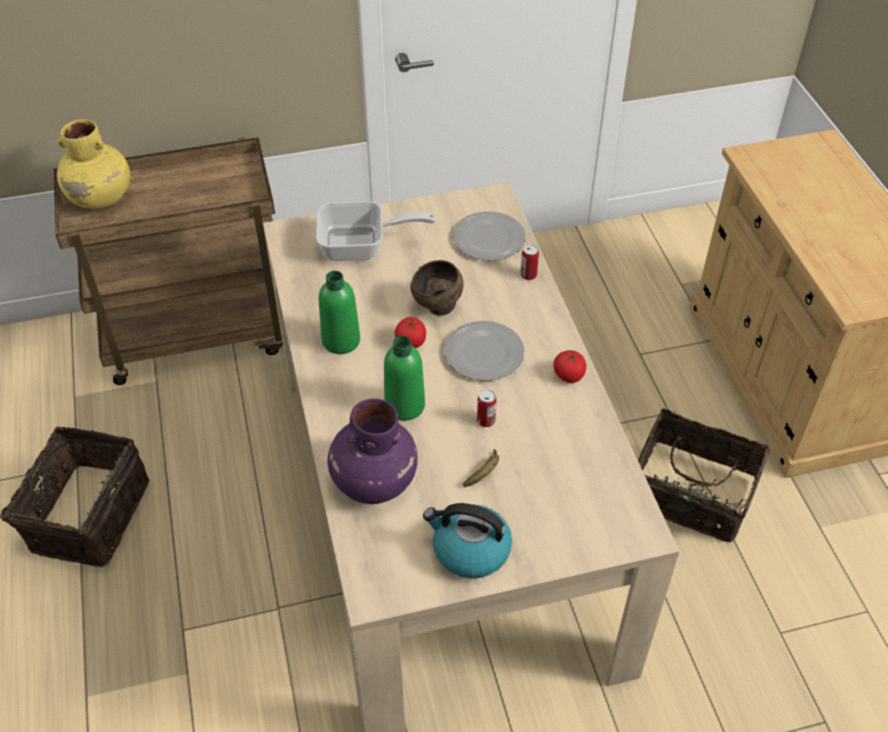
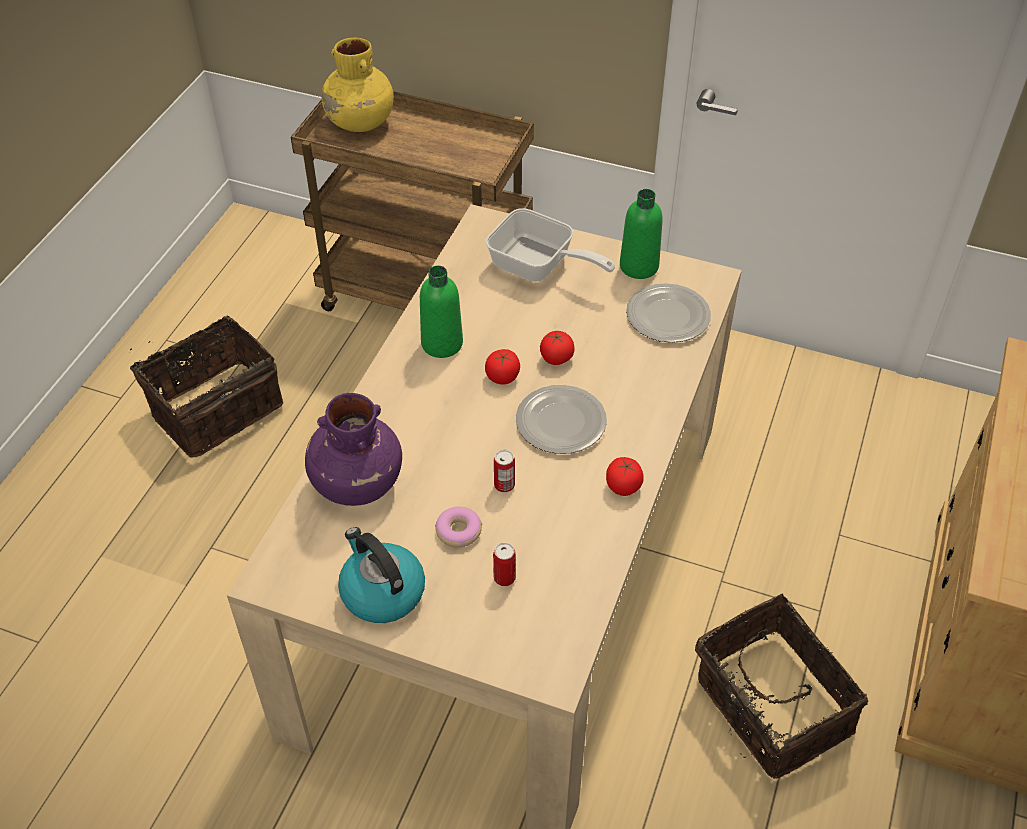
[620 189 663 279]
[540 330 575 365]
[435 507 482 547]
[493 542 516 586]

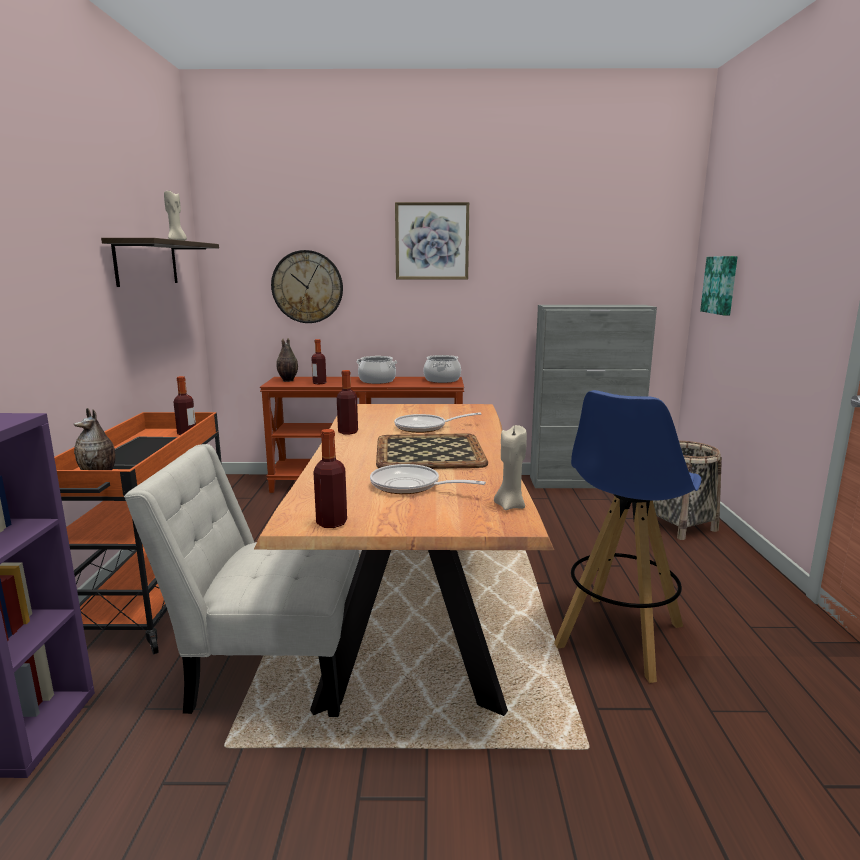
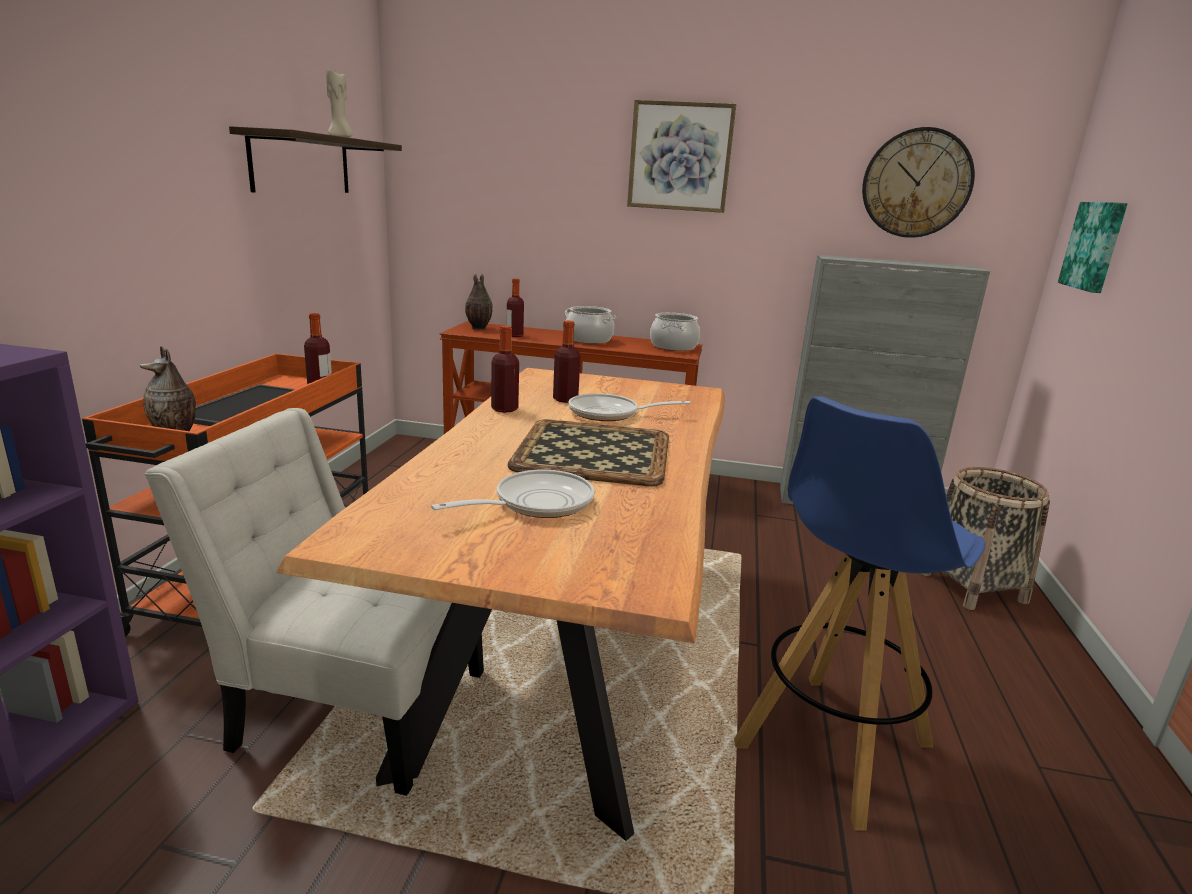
[862 127 975 238]
[553 321 580 403]
[431 470 594 518]
[494 425 527 510] (first image)

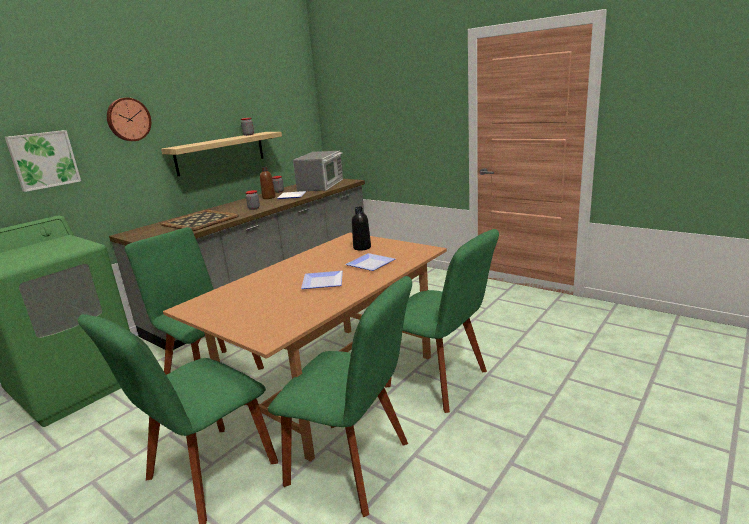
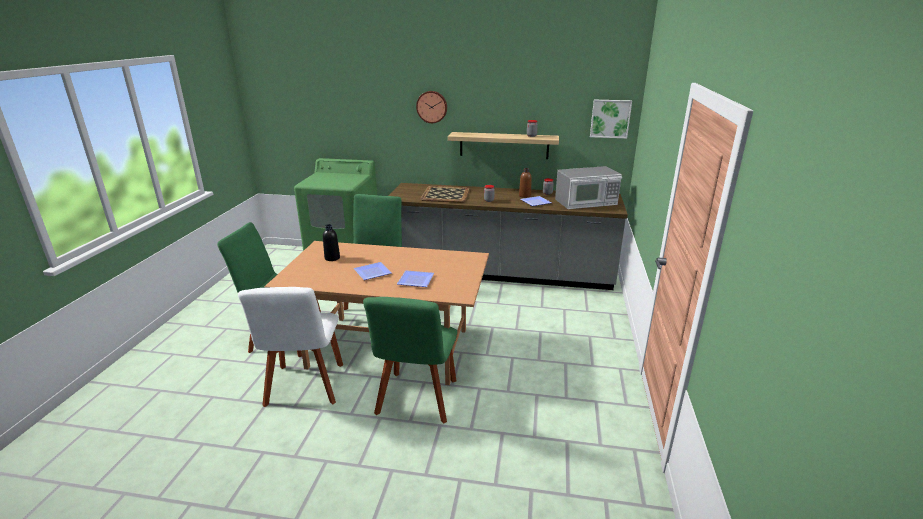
[590 100 632 139]
[238 287 343 407]
[323 224 340 261]

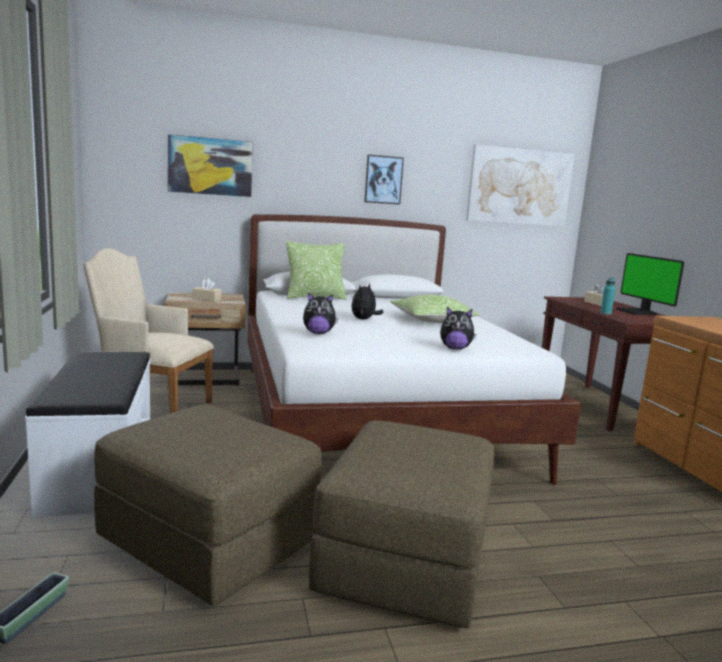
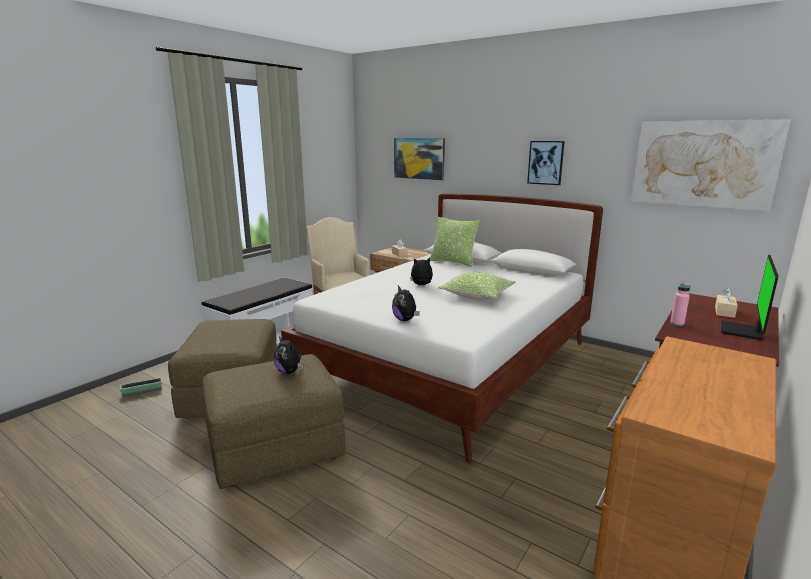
[274 336 303 374]
[670 283 690 326]

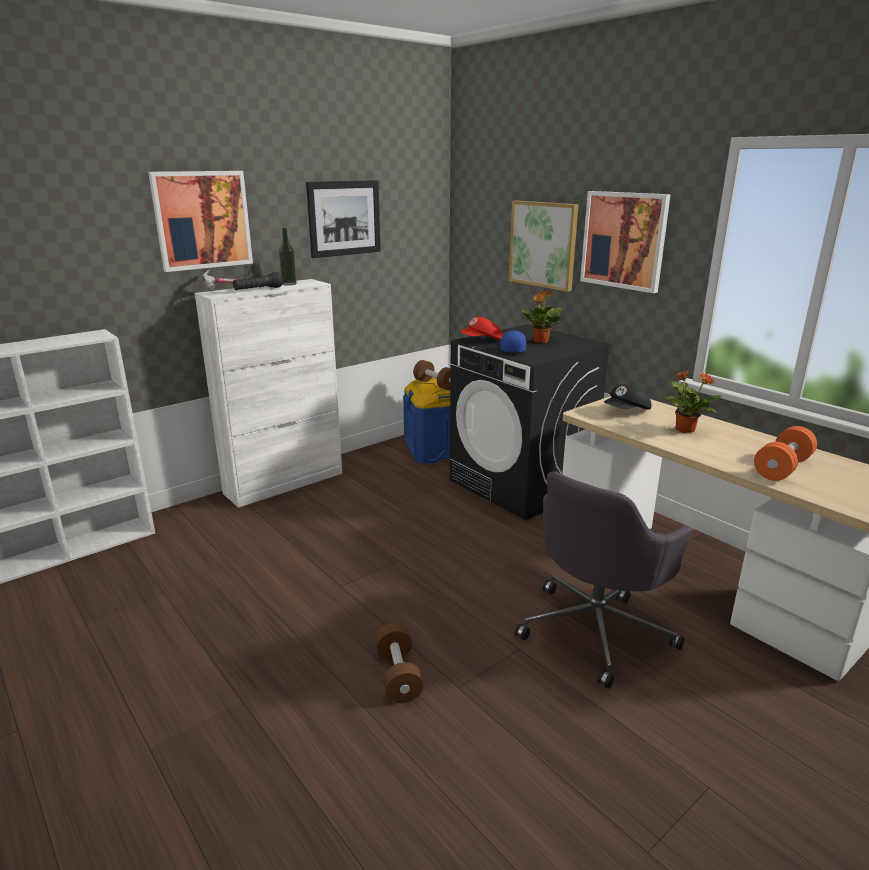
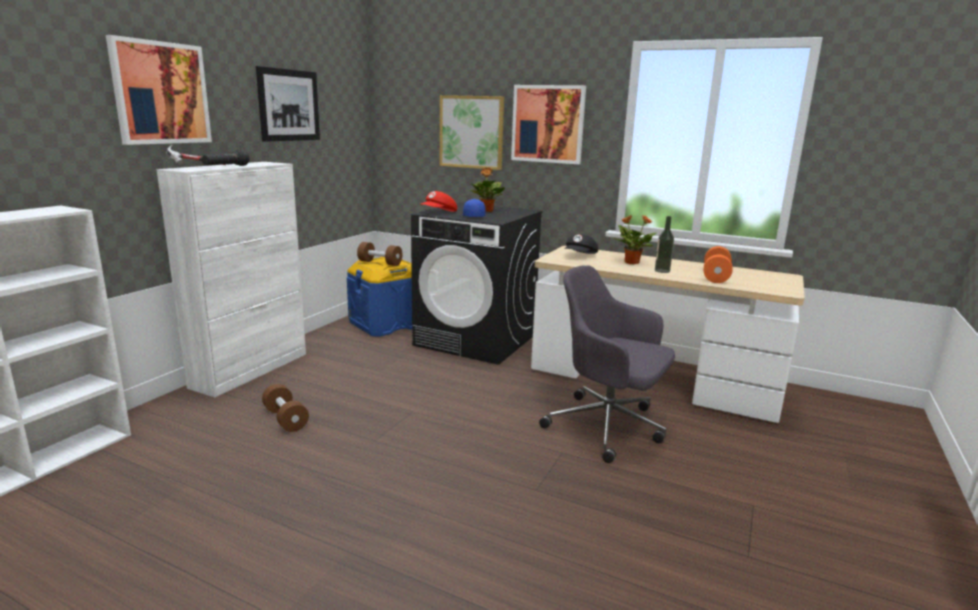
[655 216 674 273]
[262 384 309 432]
[539 265 675 463]

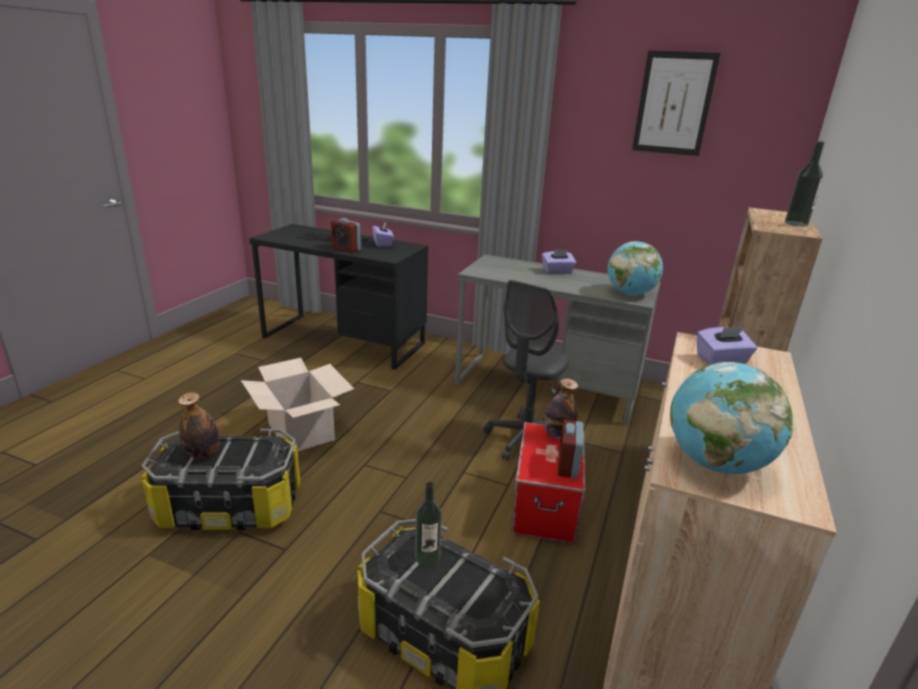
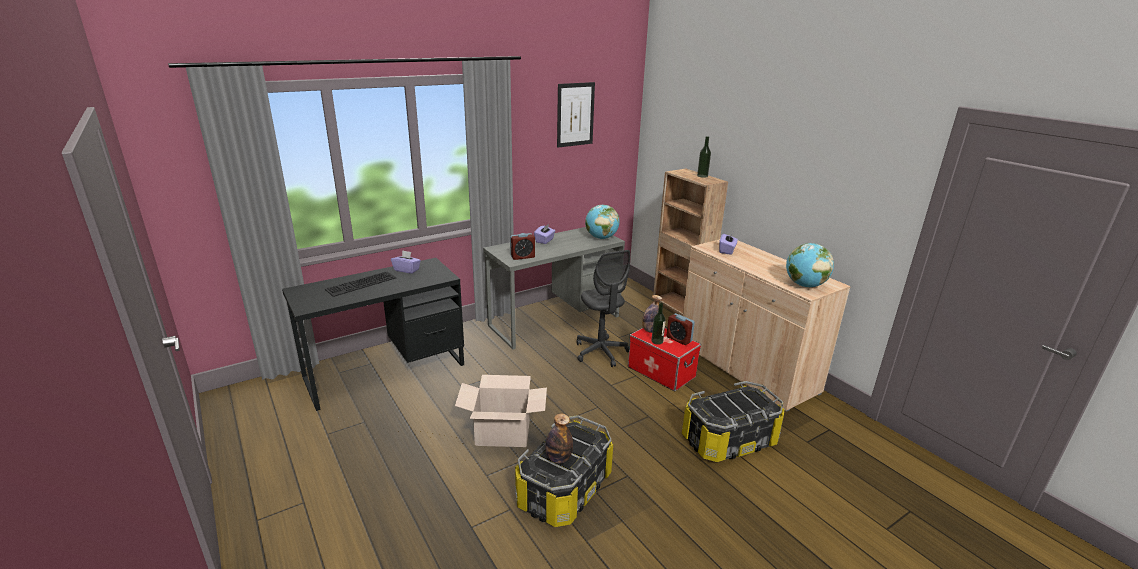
[510 233 535 260]
[651 303 666 345]

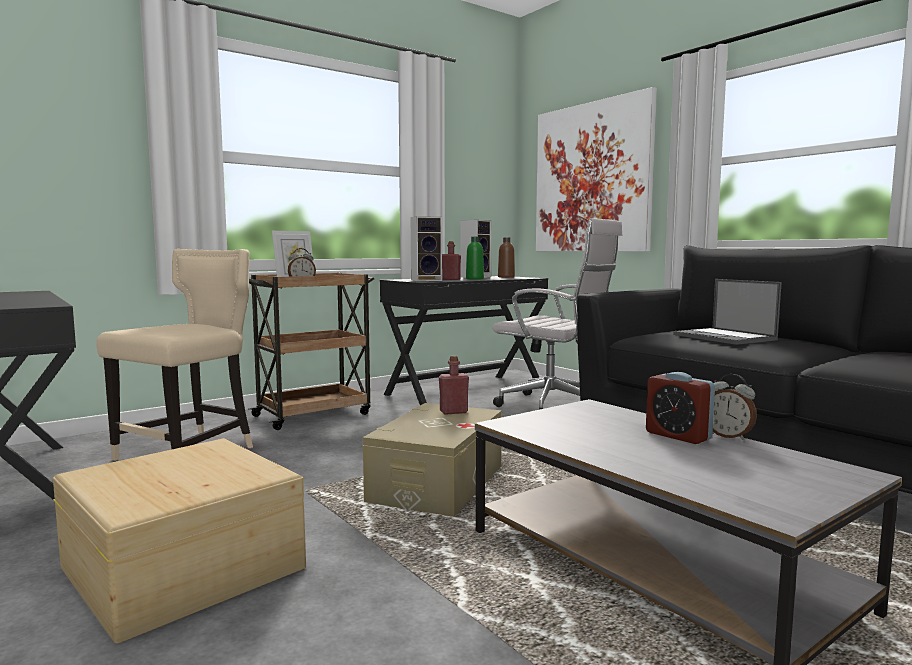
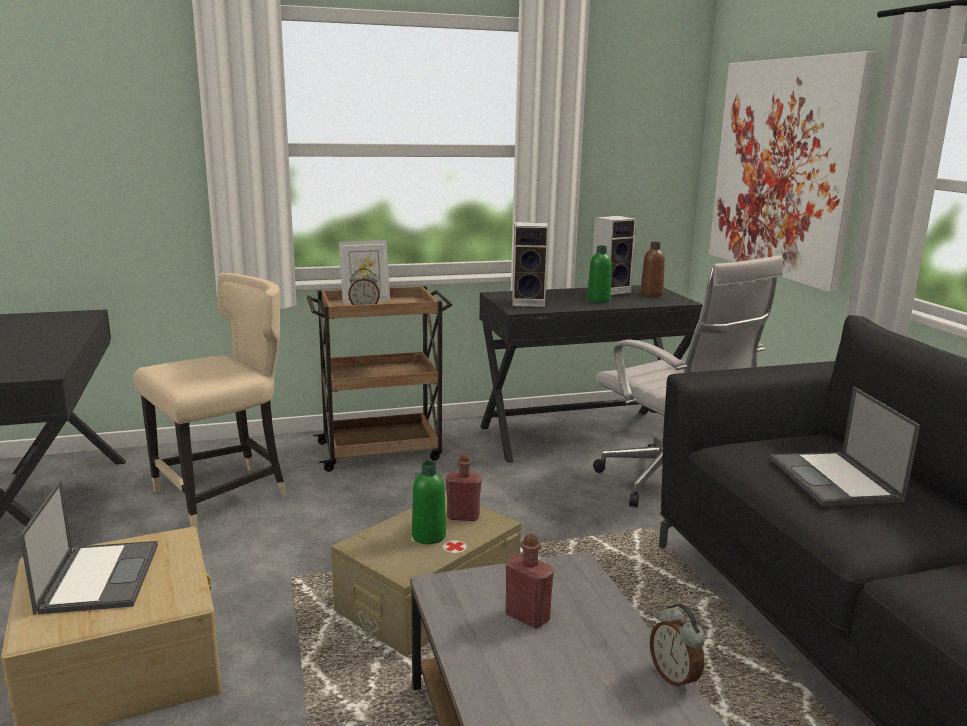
[505 533 554 629]
[646 372 715 444] (first image)
[19 480 158 615]
[412 461 446 544]

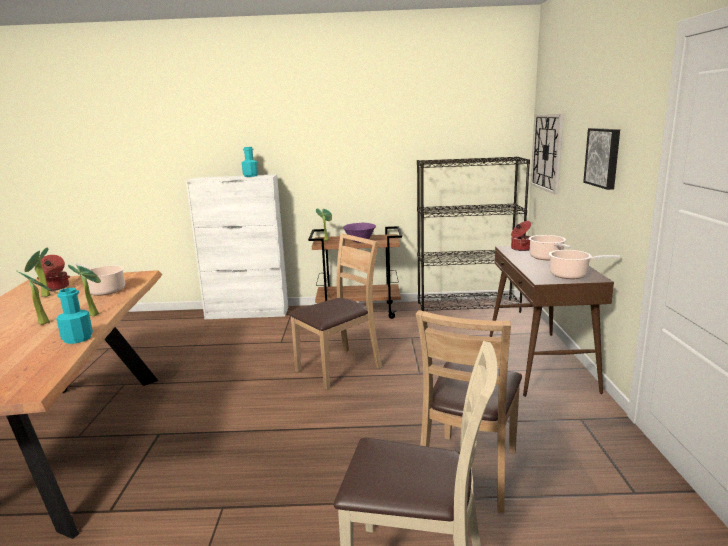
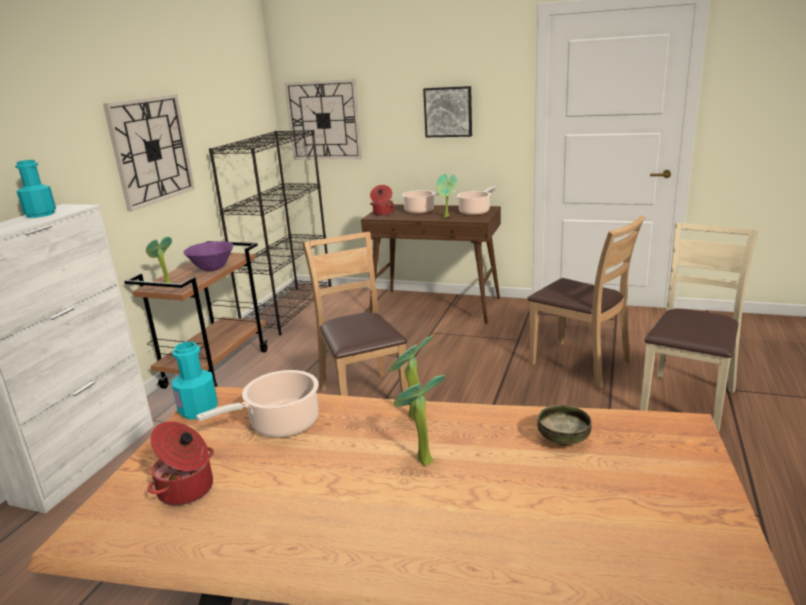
[436 174 457 218]
[172 342 218 420]
[103 94 195 211]
[537 405 592 446]

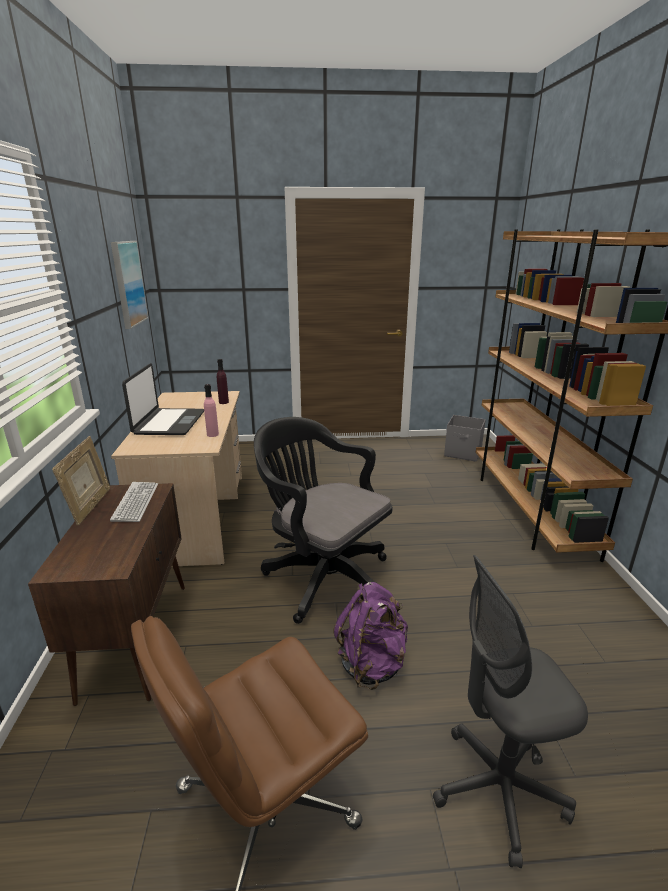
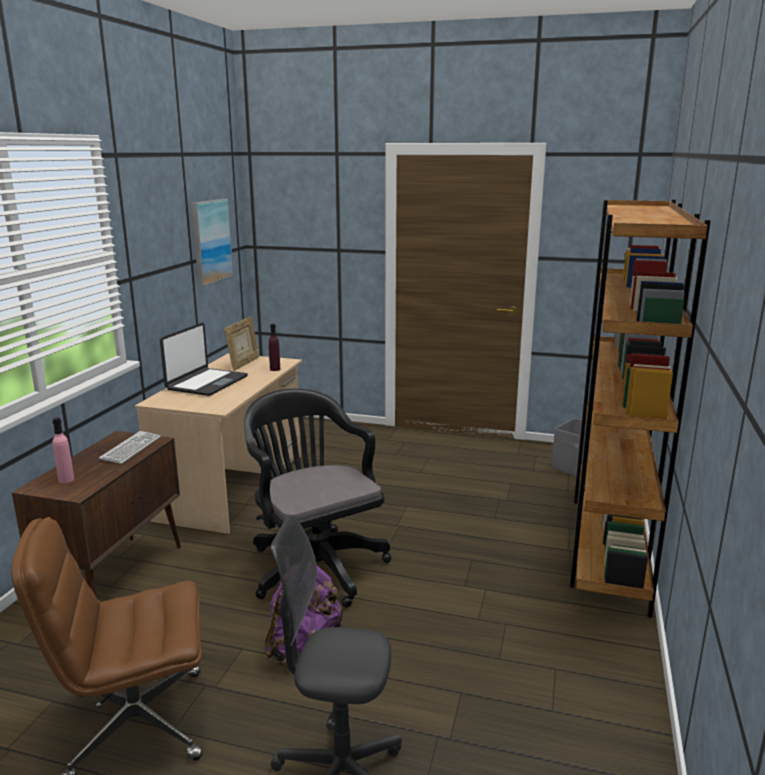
[224 316 260 371]
[52 418 74 483]

